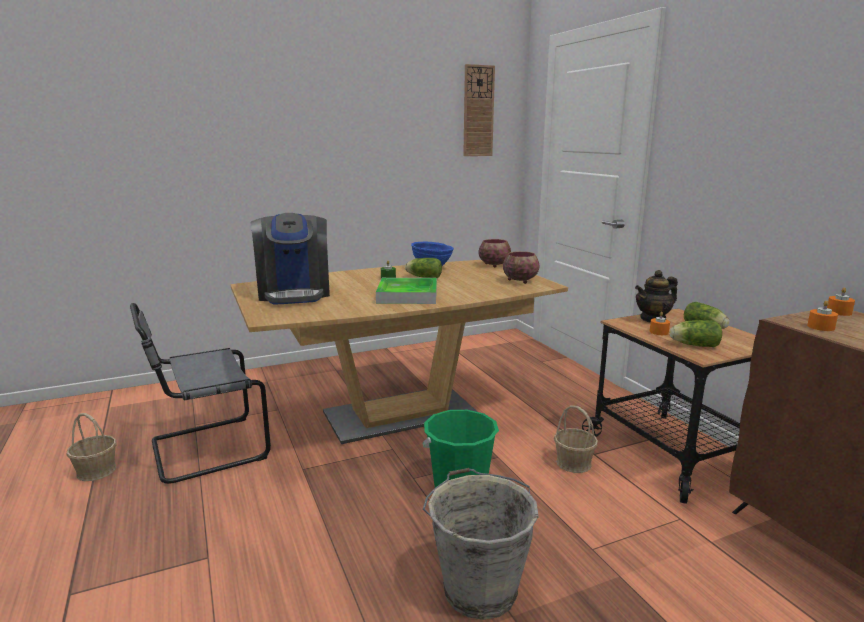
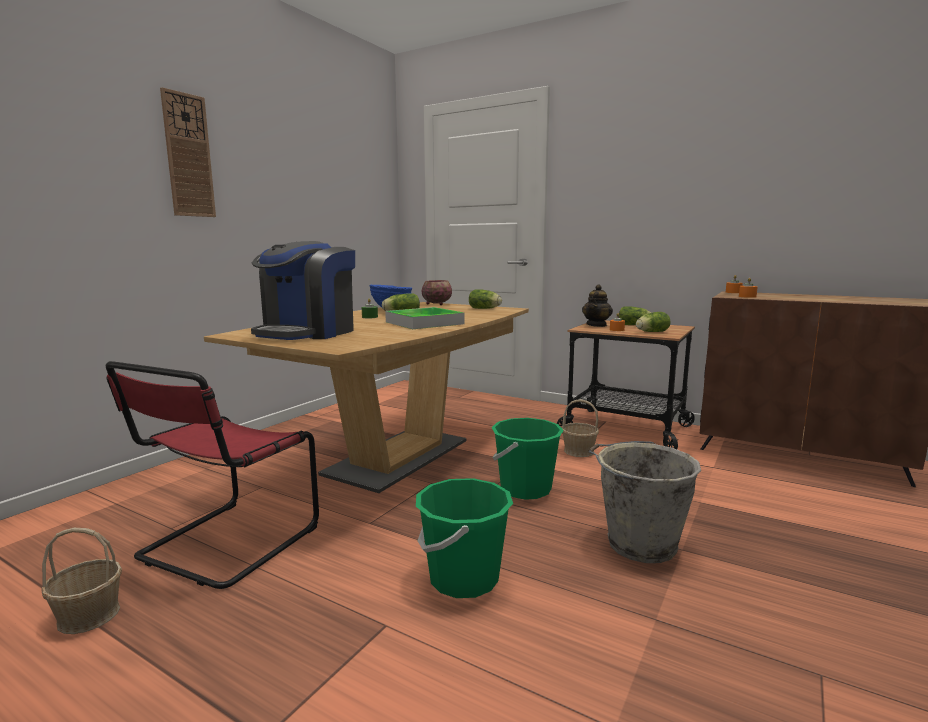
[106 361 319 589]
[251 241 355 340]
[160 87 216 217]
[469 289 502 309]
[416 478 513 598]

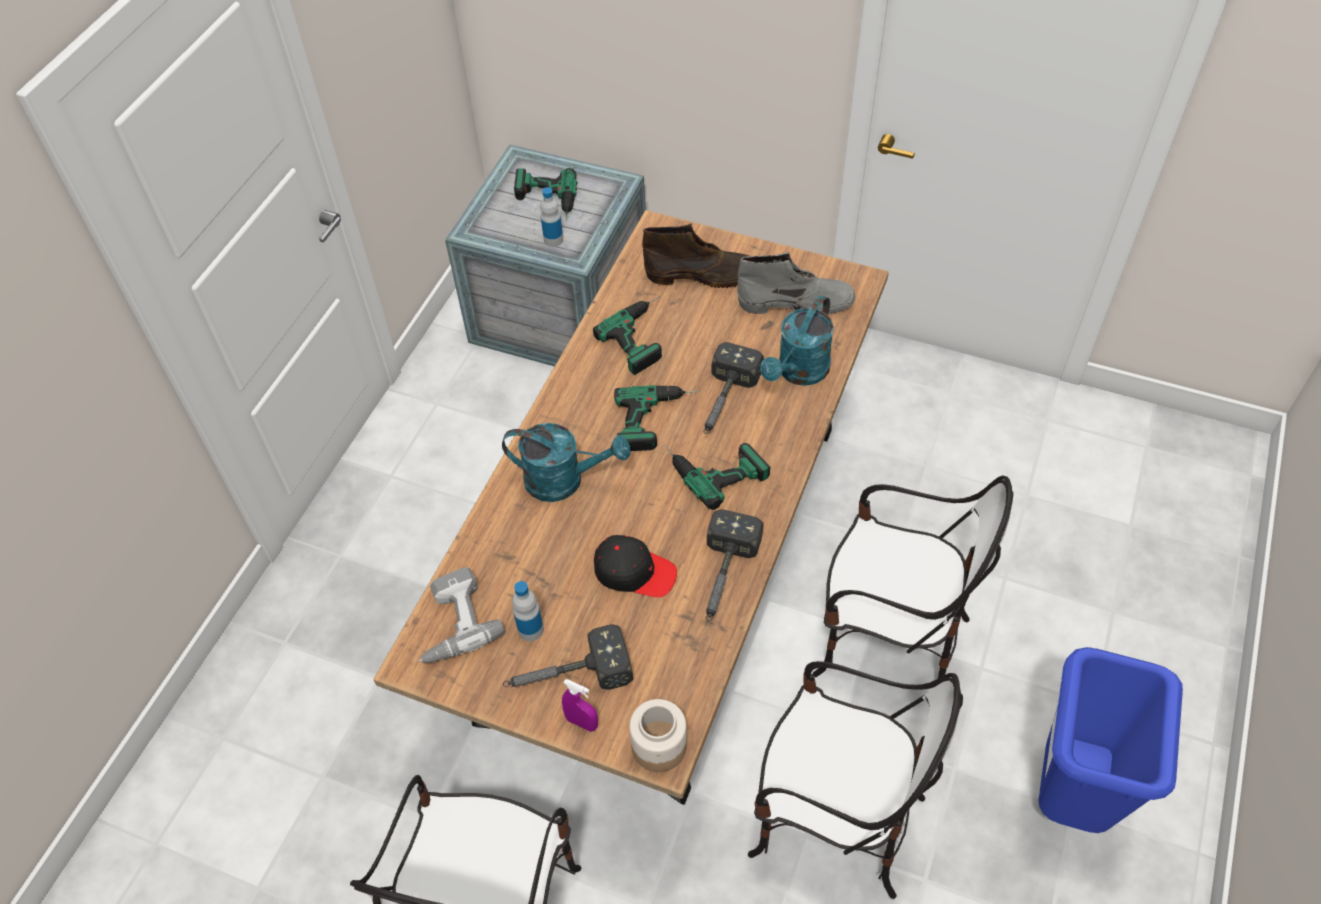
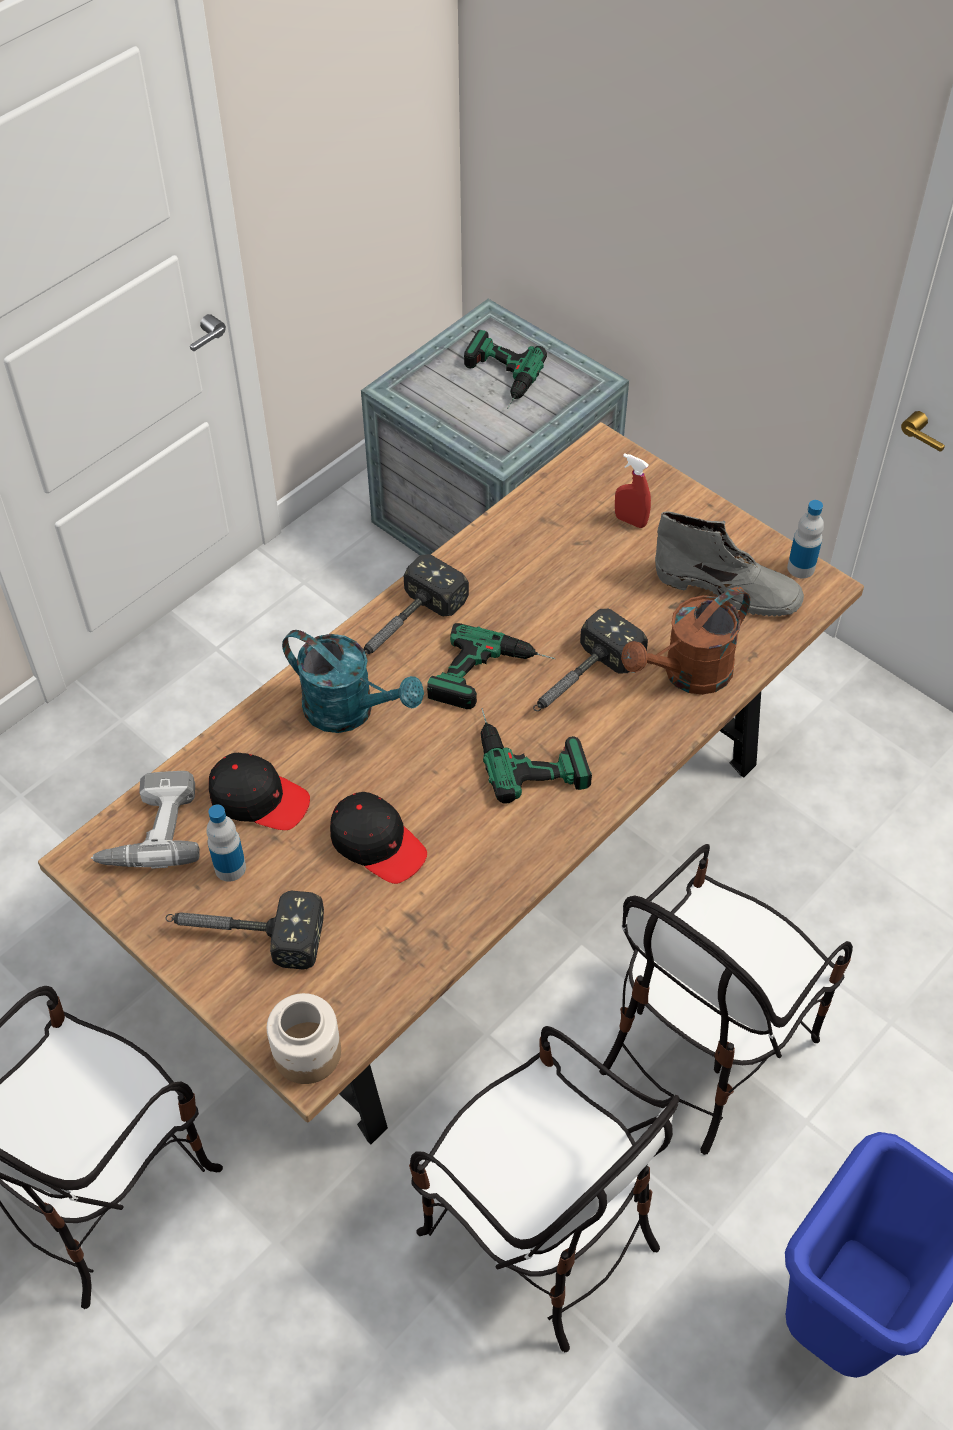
[787 500 824 579]
[562 679 598 732] (first image)
[593 296 662 375] (first image)
[615 453 651 528]
[364 554 469 656]
[621 587 750 695]
[599 844 853 1155]
[209 753 310 830]

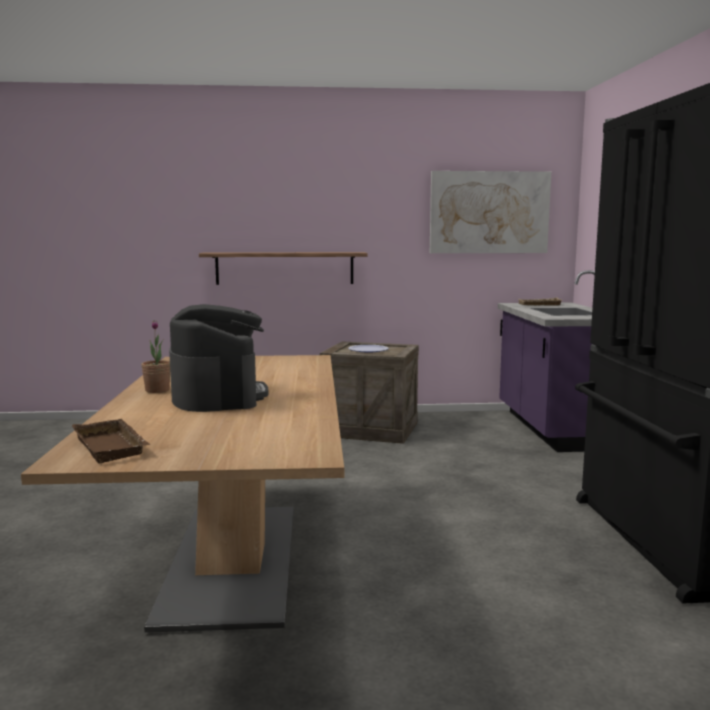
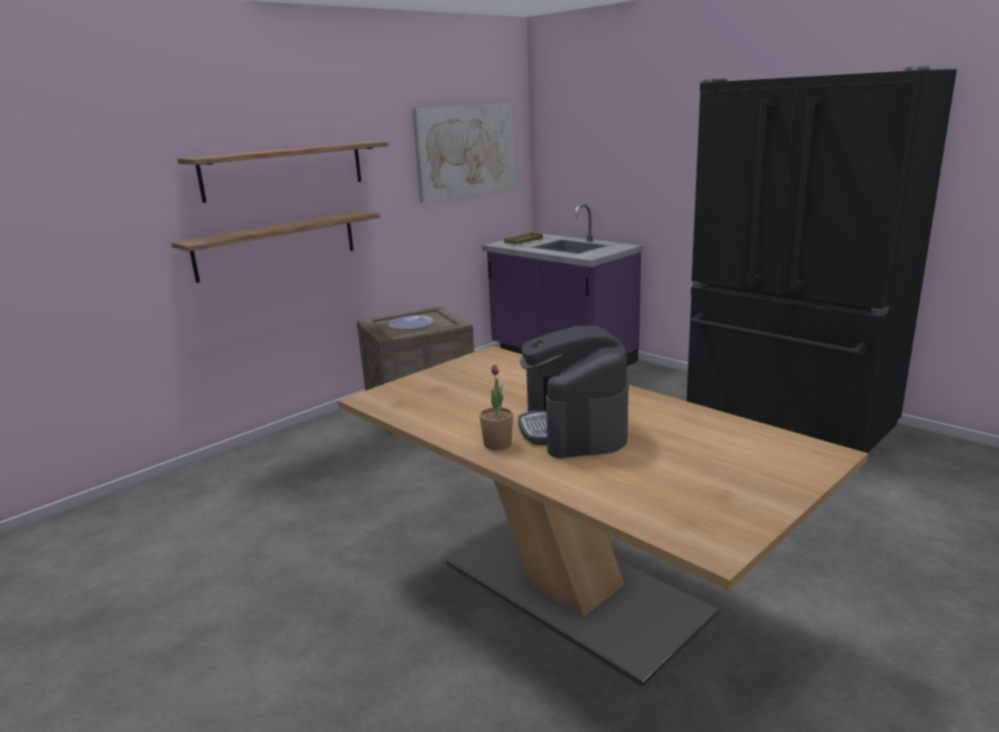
[72 419 151 464] (first image)
[518 326 628 458]
[177 141 389 203]

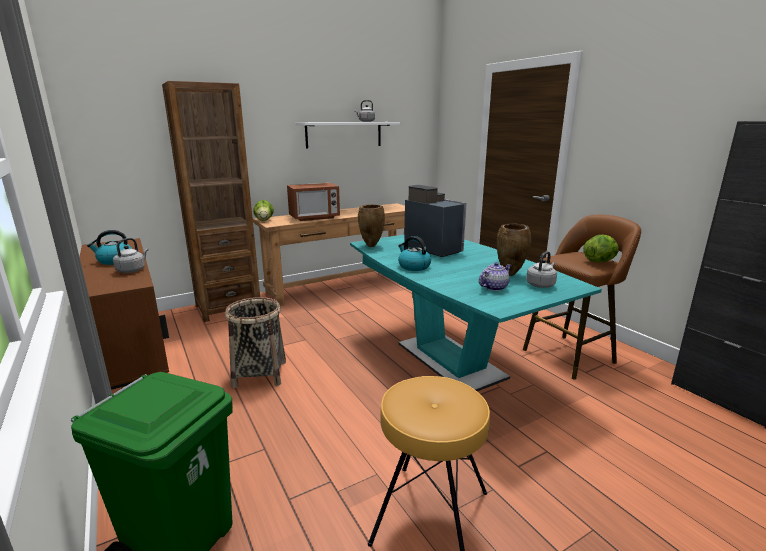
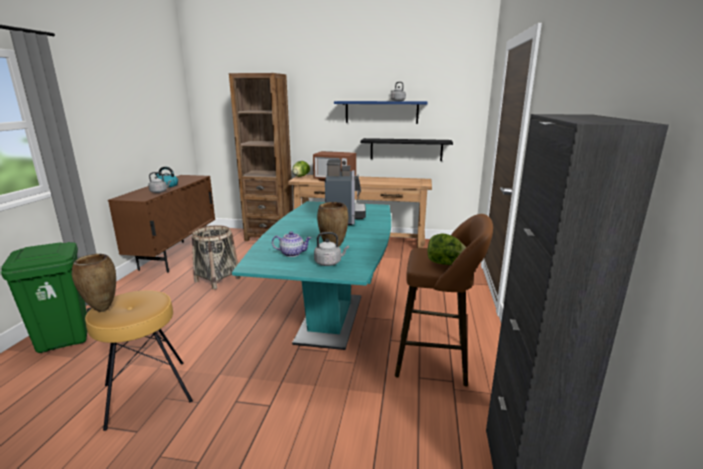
[334 101 428 124]
[72 254 116 312]
[398 236 431 271] (first image)
[360 138 453 161]

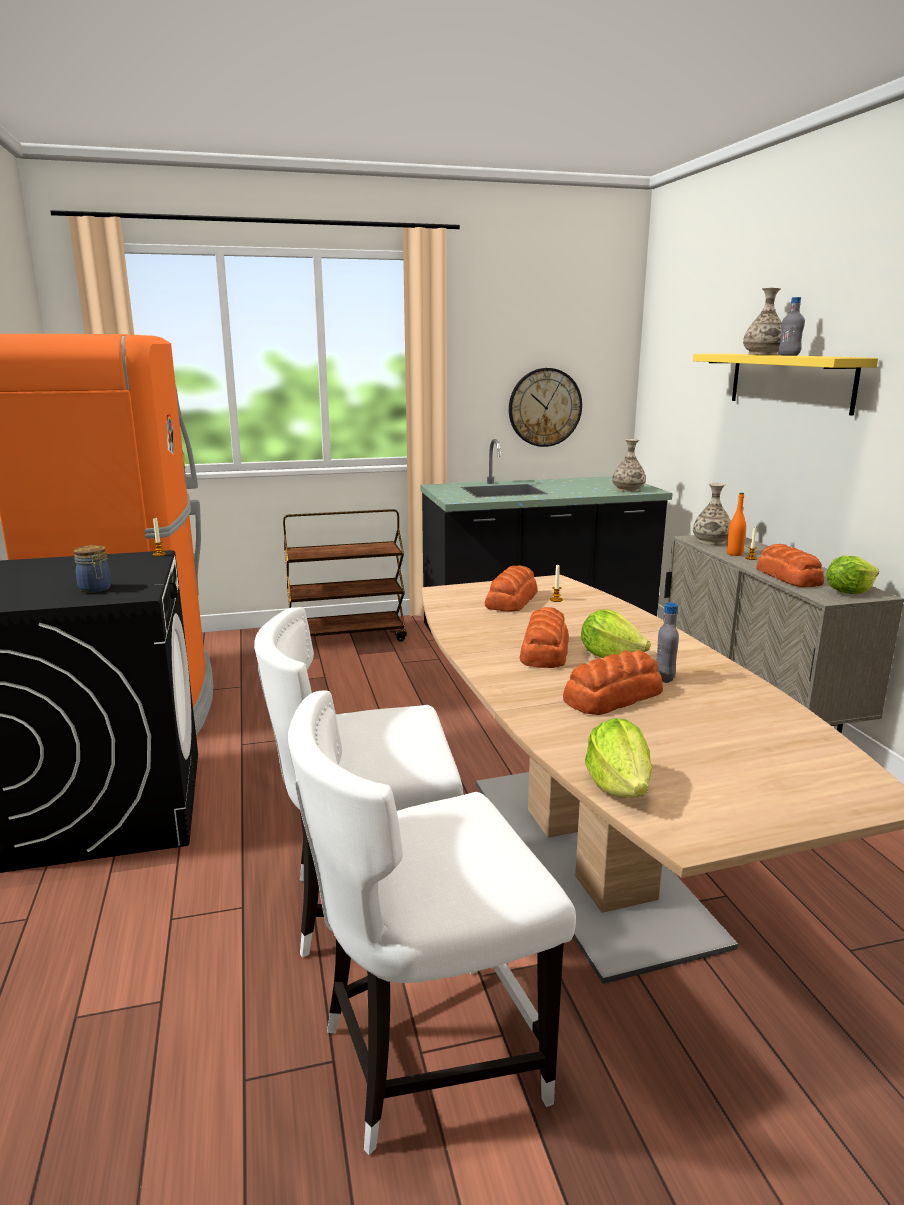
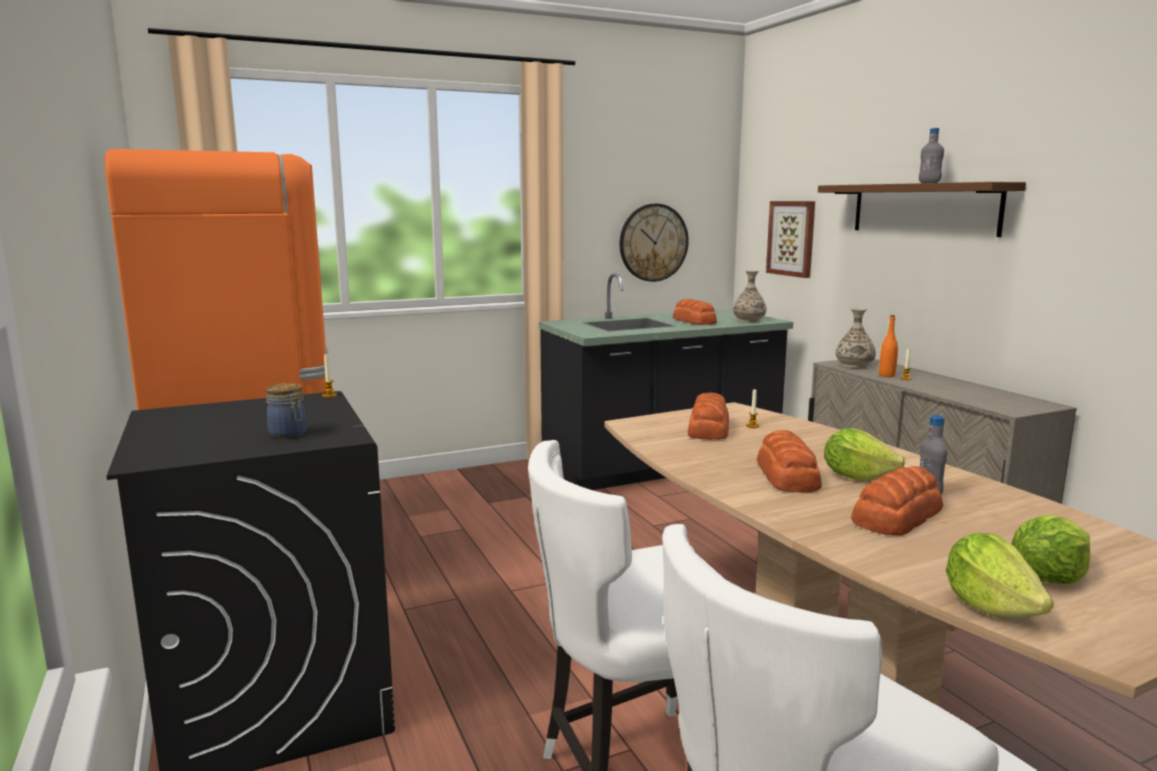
[283 509 407 642] (first image)
[818 182 1026 237]
[743 288 782 355] (first image)
[673 299 717 325]
[1011 515 1090 584]
[766 201 815 278]

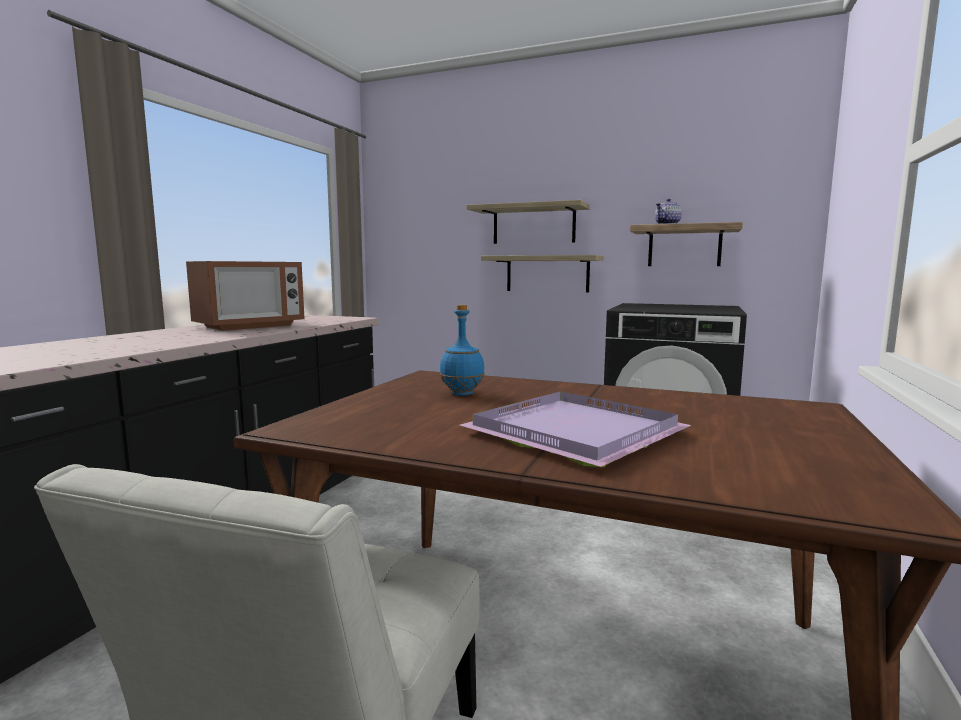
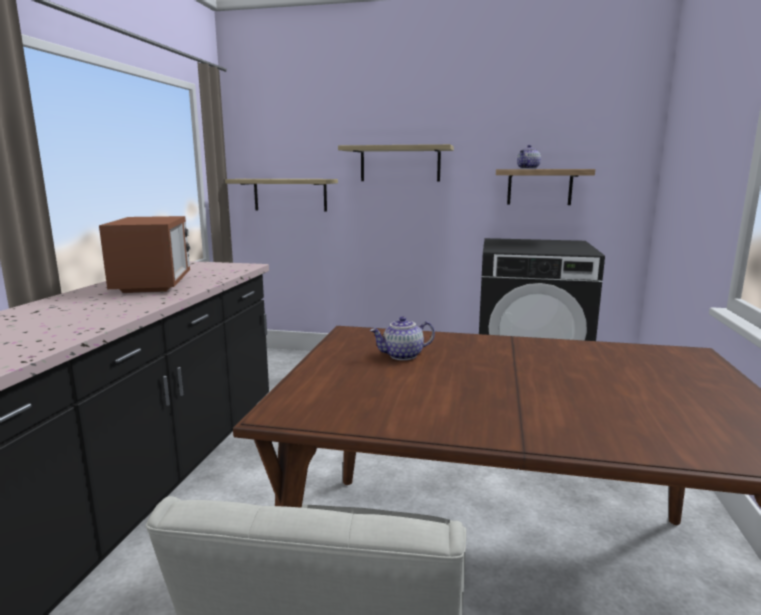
[99 216 190 293]
[370 316 435 360]
[460 391 691 468] (first image)
[225 179 338 212]

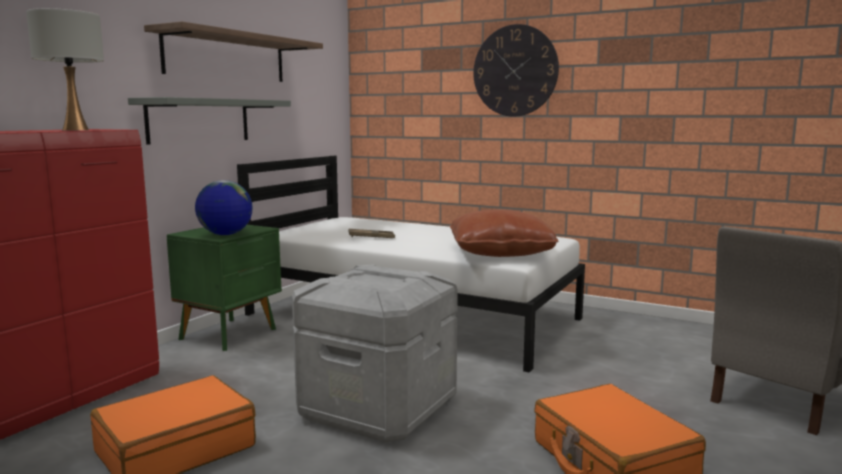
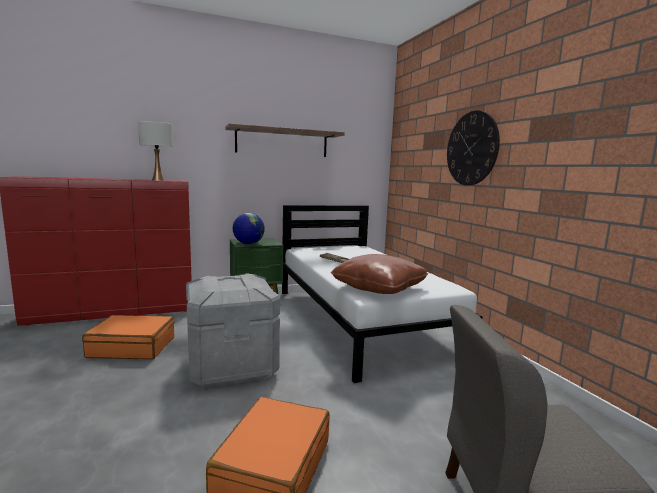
[128 97 291 145] (first image)

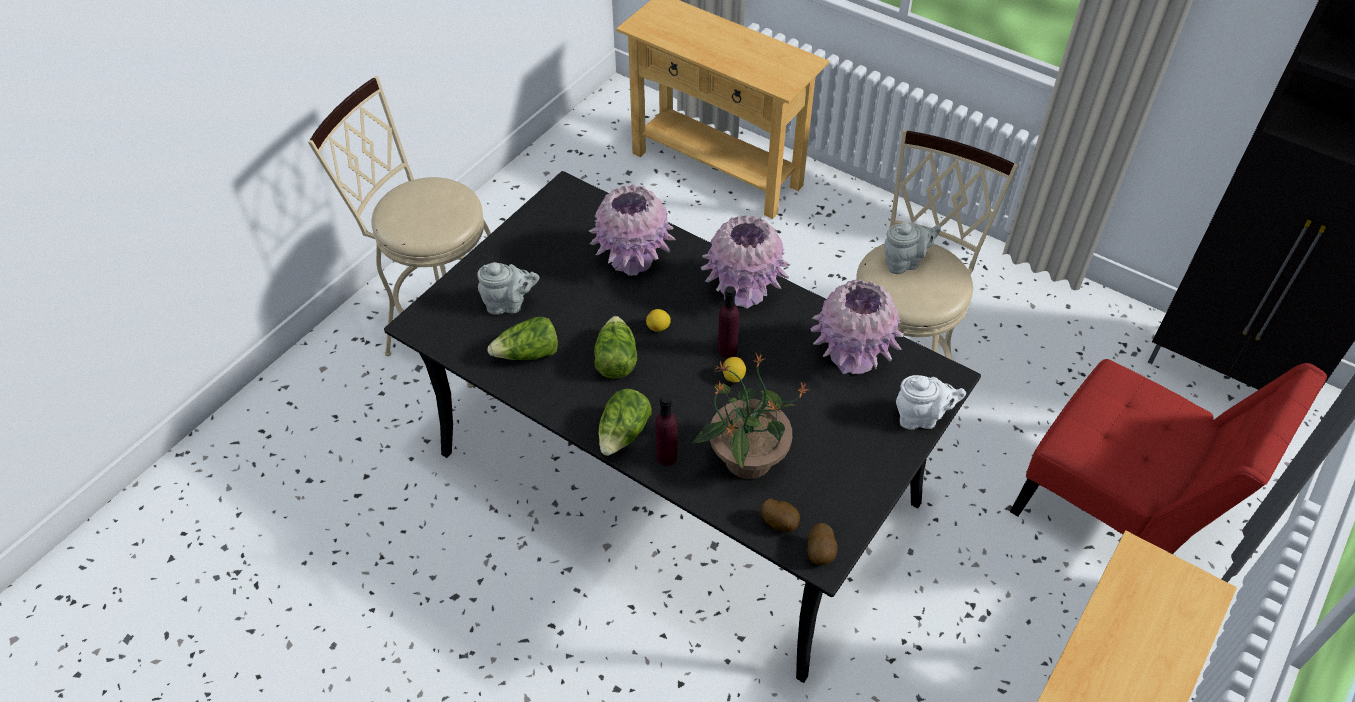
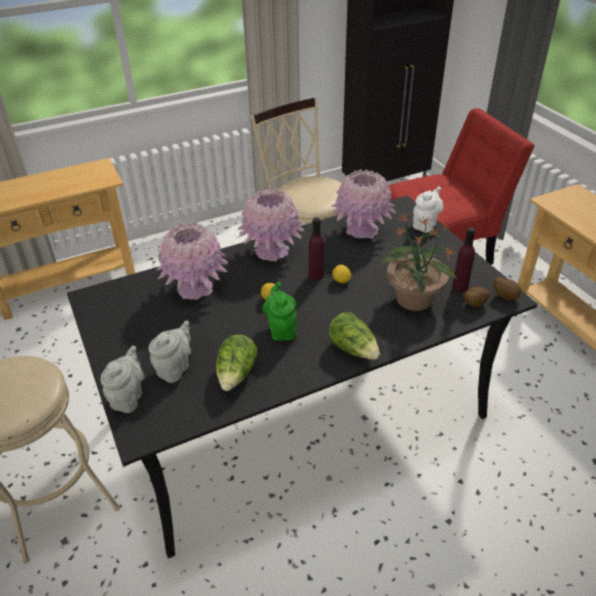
[262 282 297 341]
[452 227 476 292]
[101 346 145 413]

